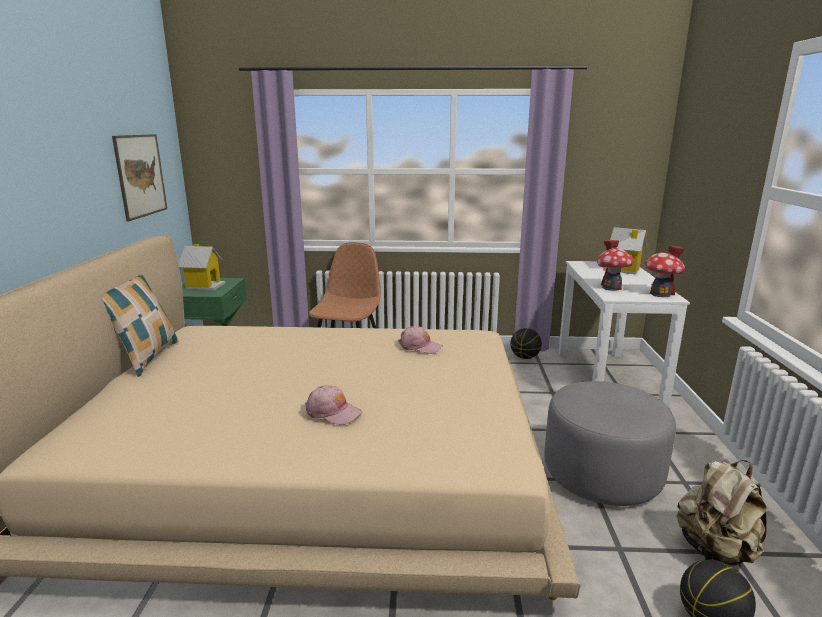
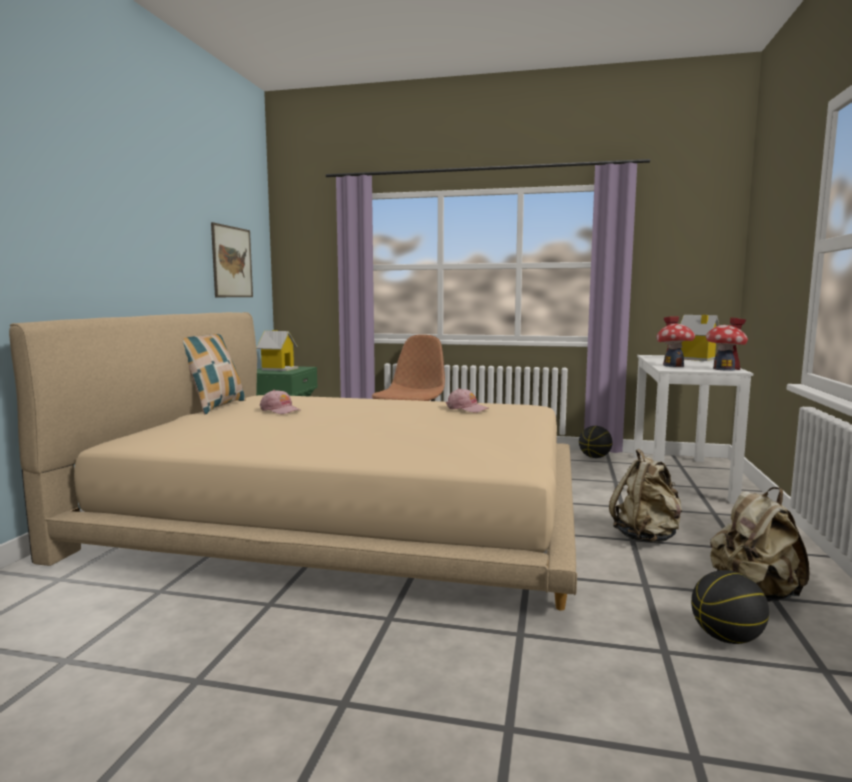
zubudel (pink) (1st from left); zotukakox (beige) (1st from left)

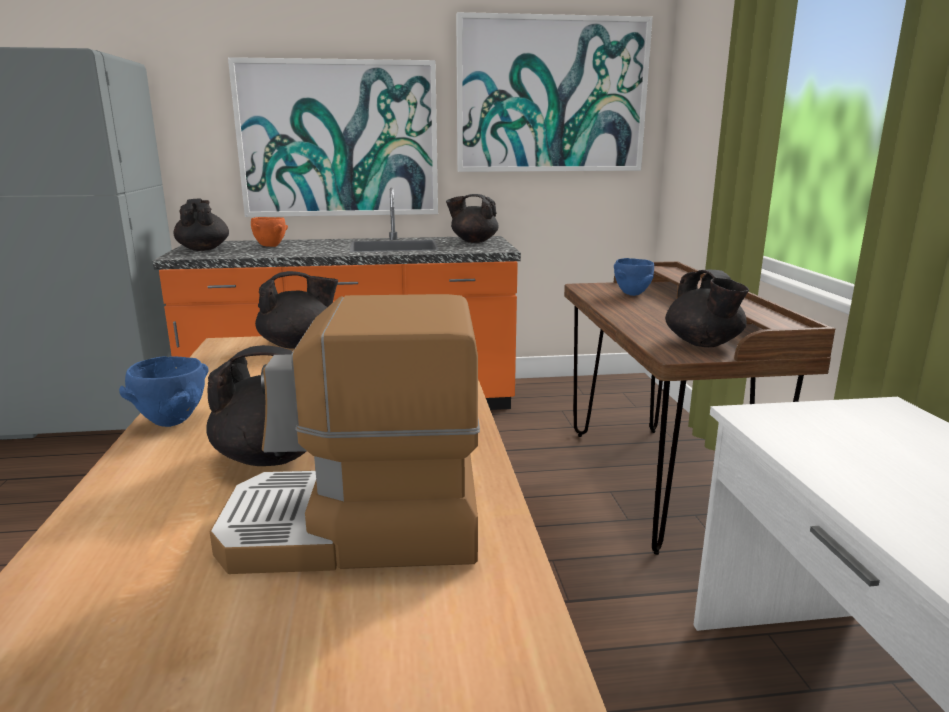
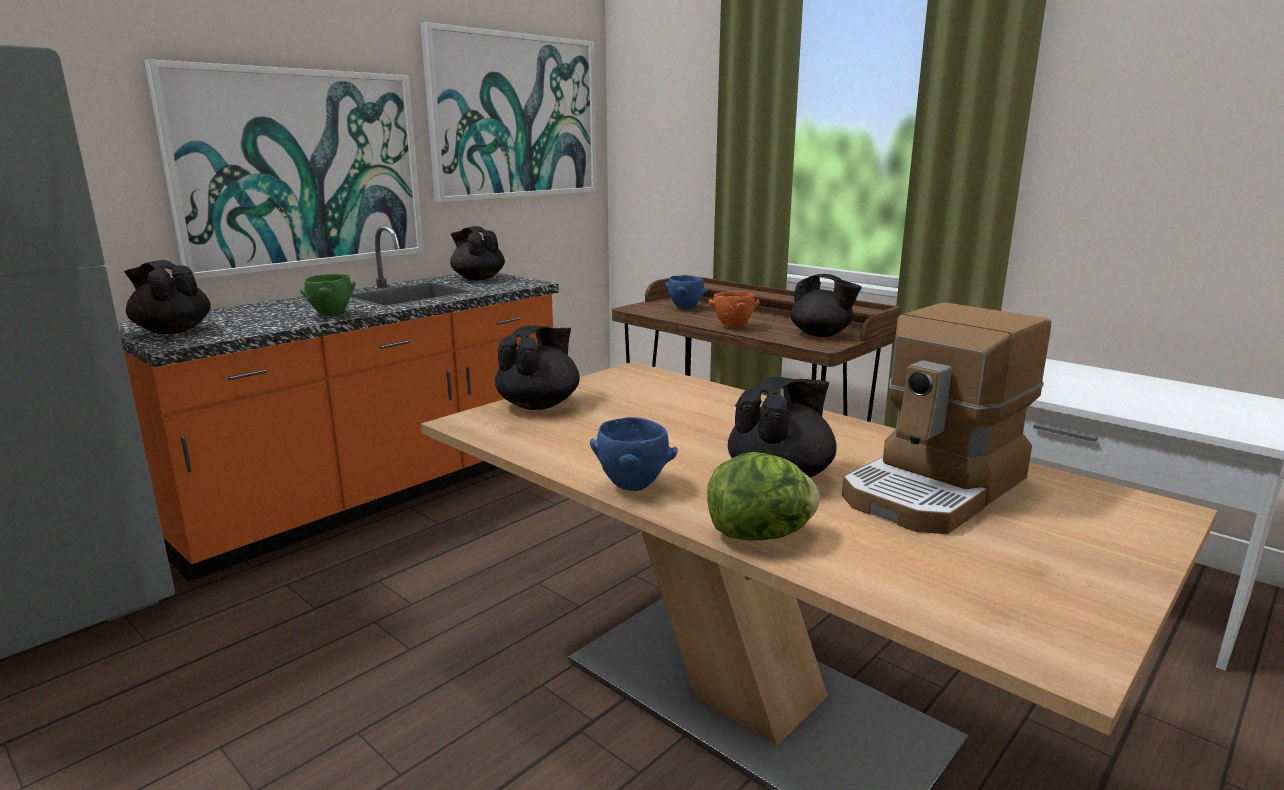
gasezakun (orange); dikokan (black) (2nd from left); gasezakun (green); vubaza

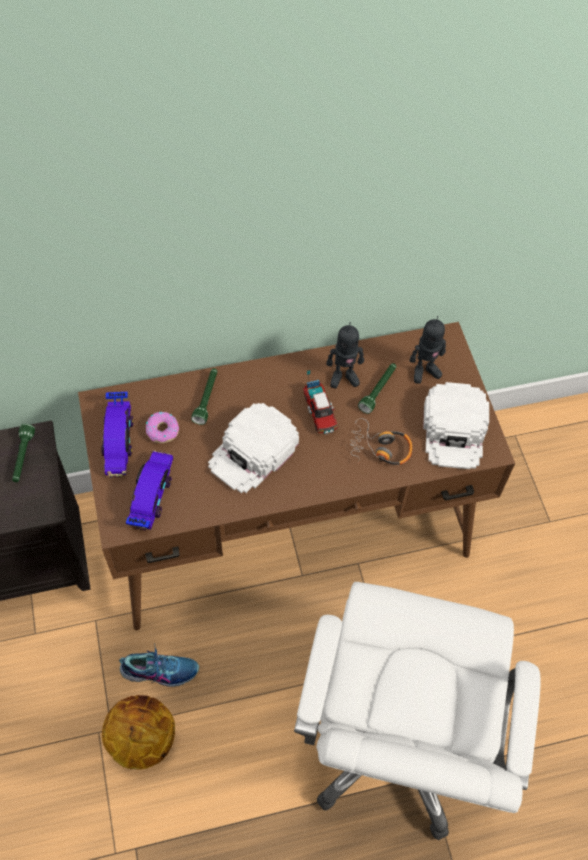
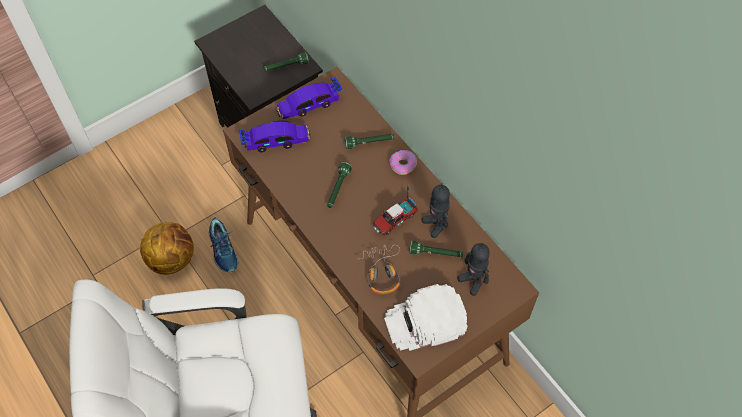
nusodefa; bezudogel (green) (2nd from left)

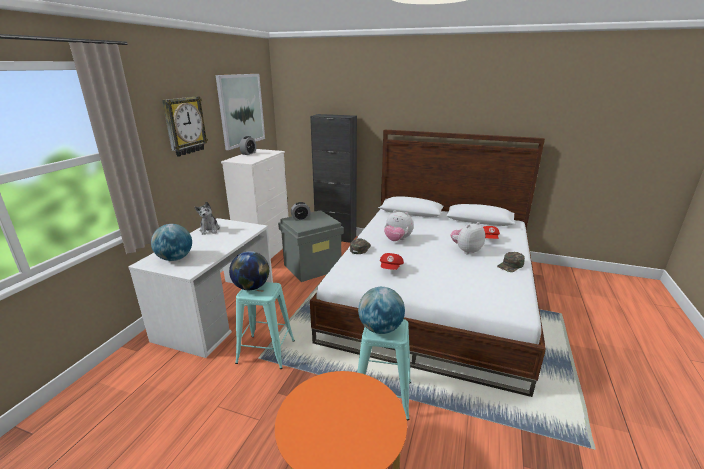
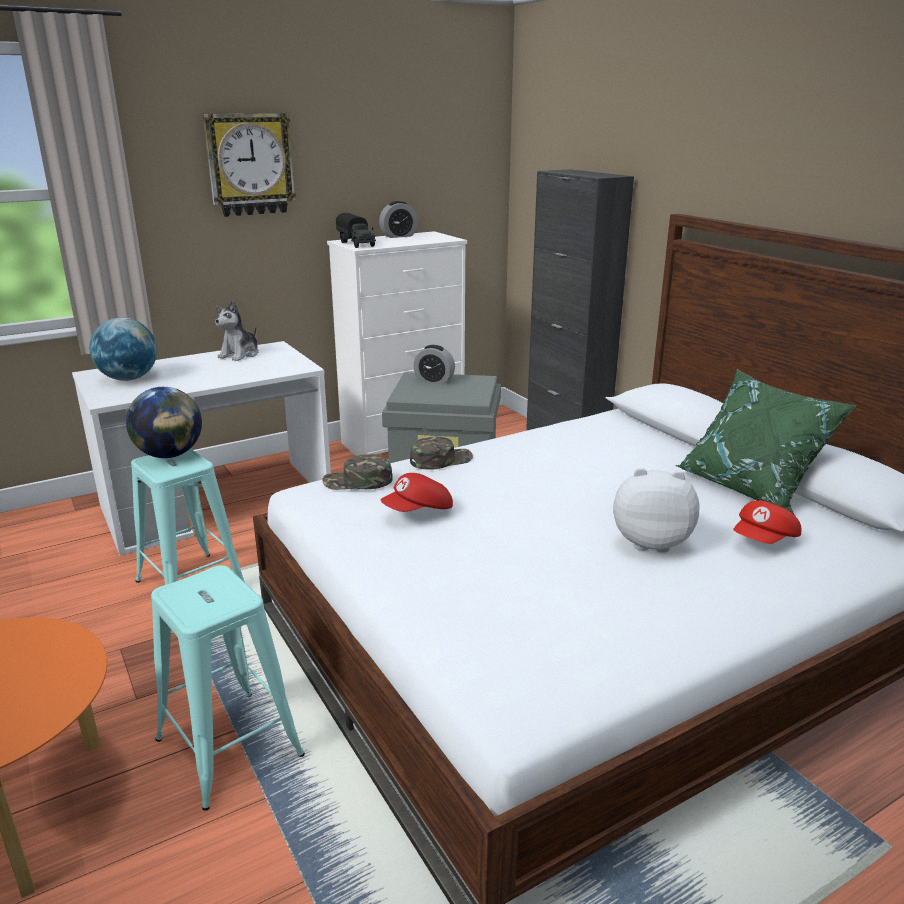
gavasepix; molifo (3rd from left in the first image); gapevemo (2nd from left in the first image); zubudel (green) (1st from left); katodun; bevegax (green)

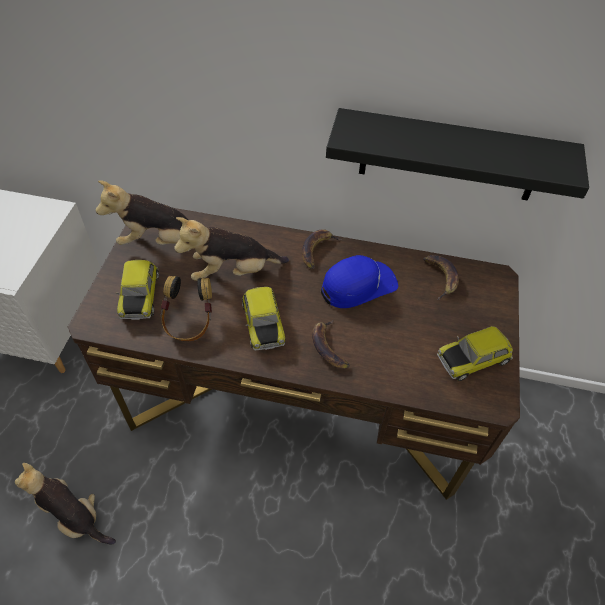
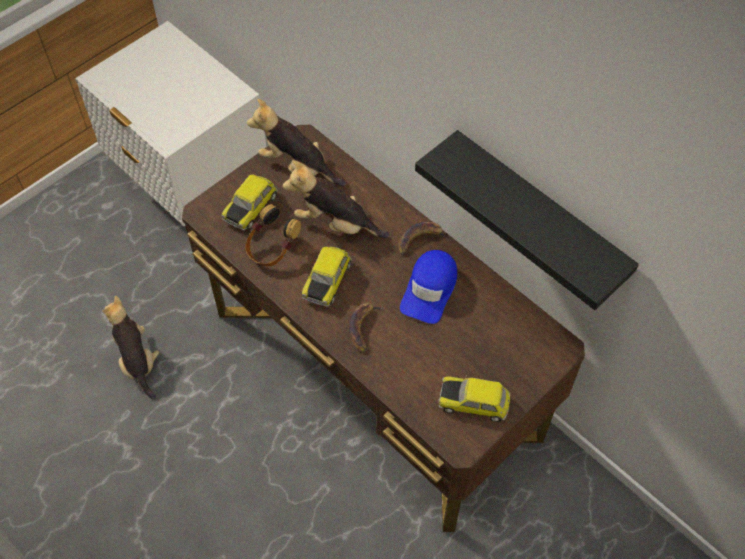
zubudel (blue); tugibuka (3rd from left in the first image)

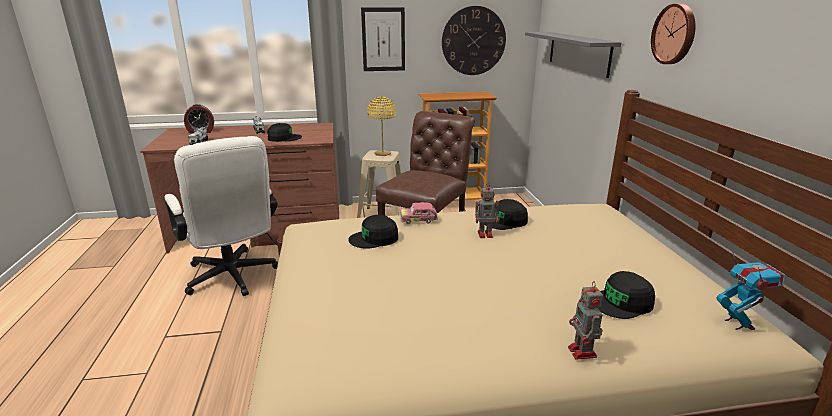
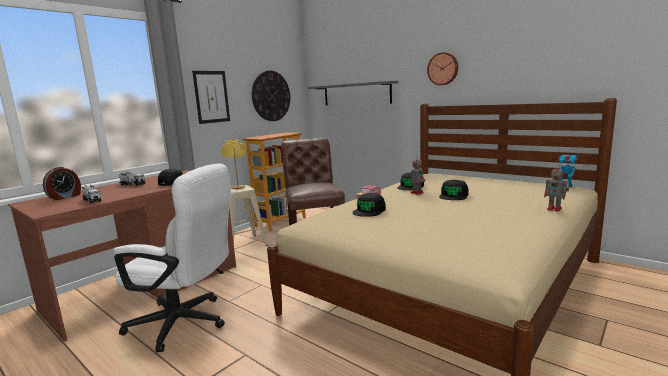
zubudel (black) (4th from left)

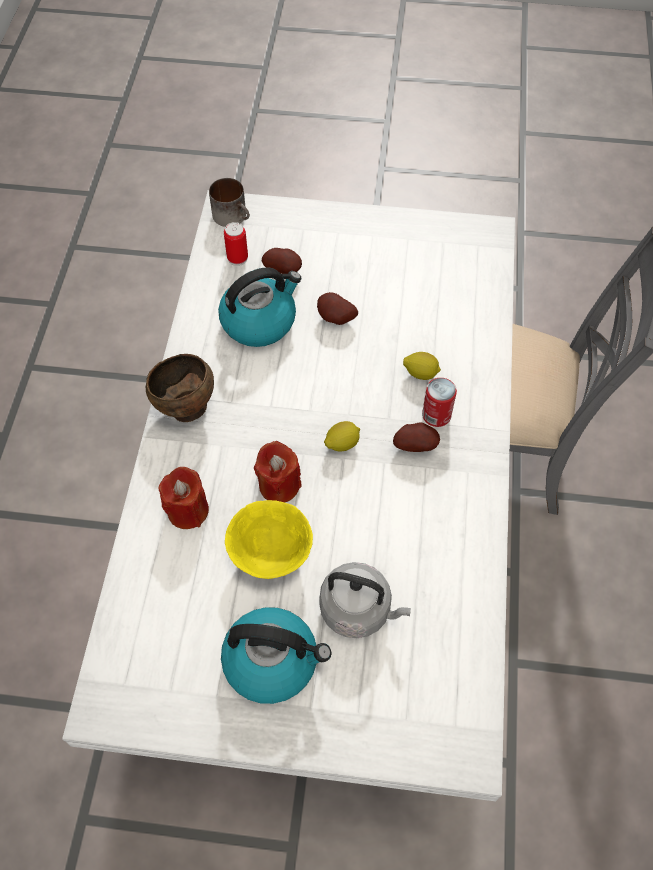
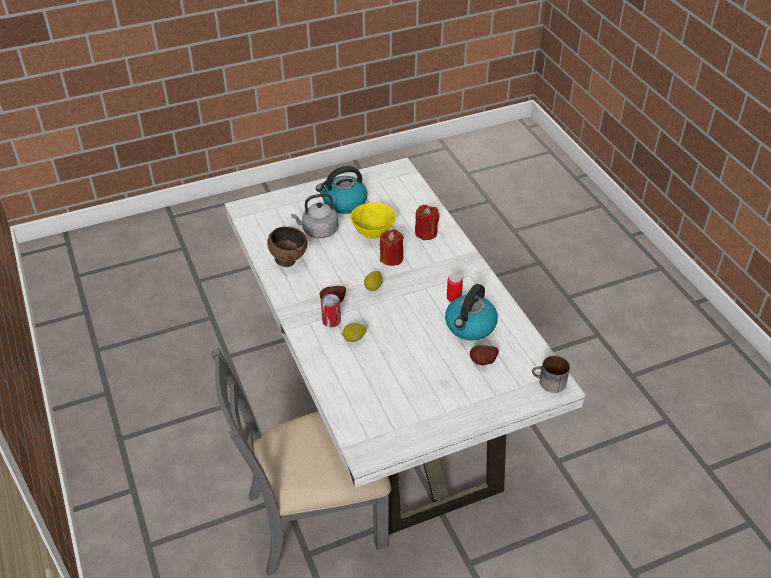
gasezakun (brown); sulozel (2nd from left); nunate (2nd from left in the first image)

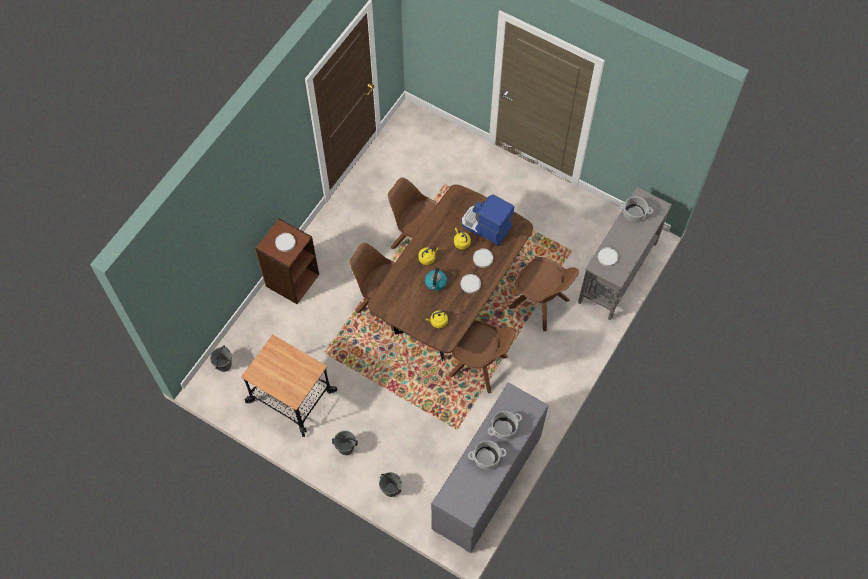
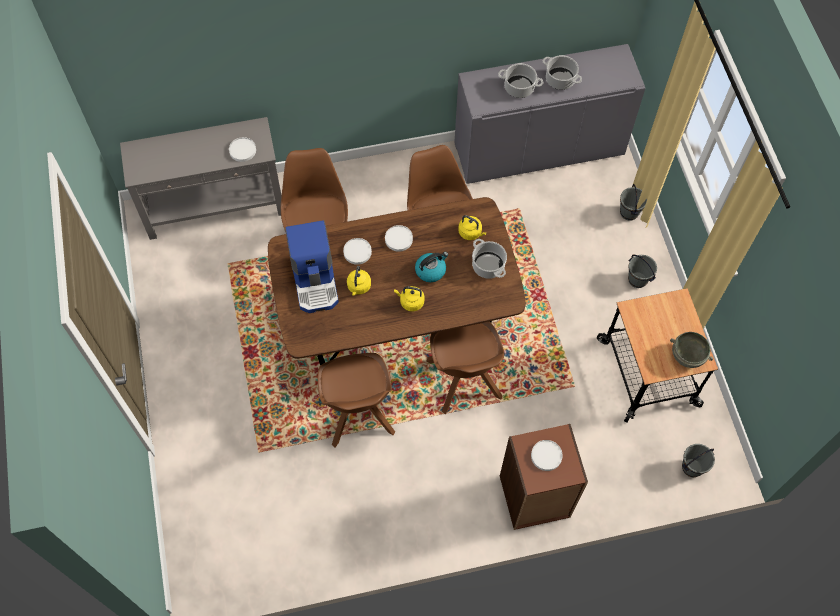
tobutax (1st from left); gasezakun (grey)

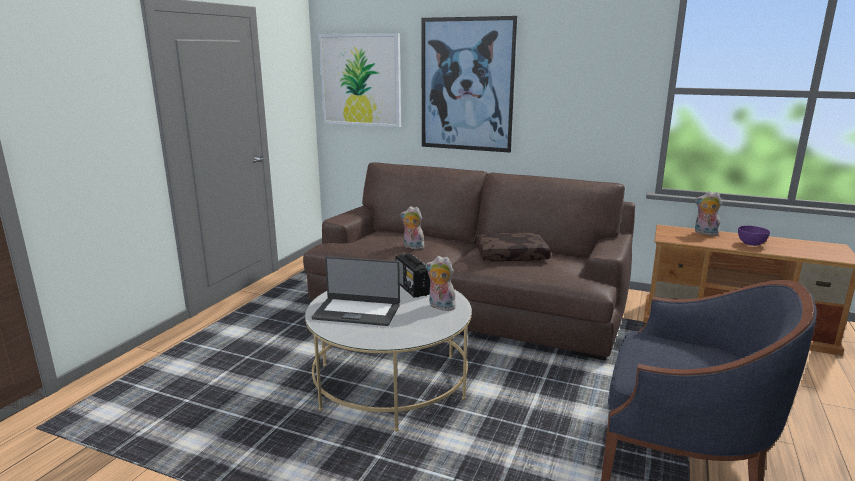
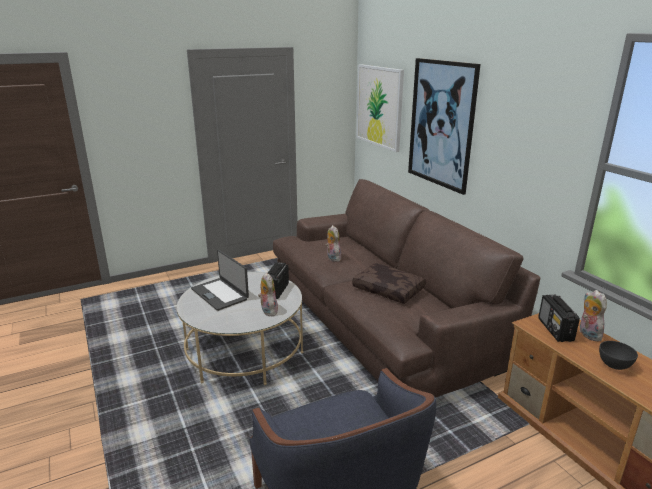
gasezakun (grey); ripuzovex (2nd from left)

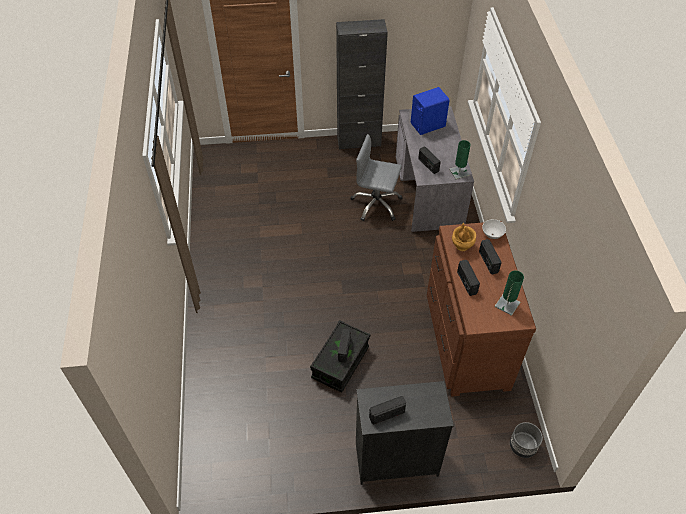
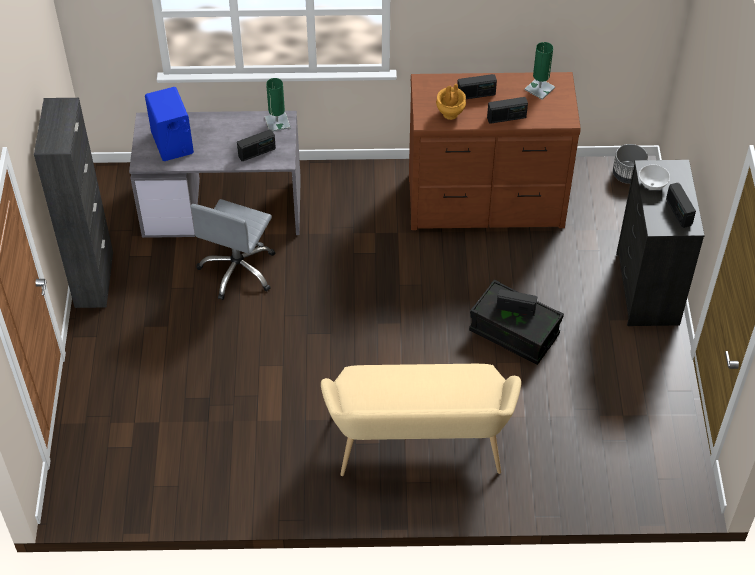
gasezakun (white); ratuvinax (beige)

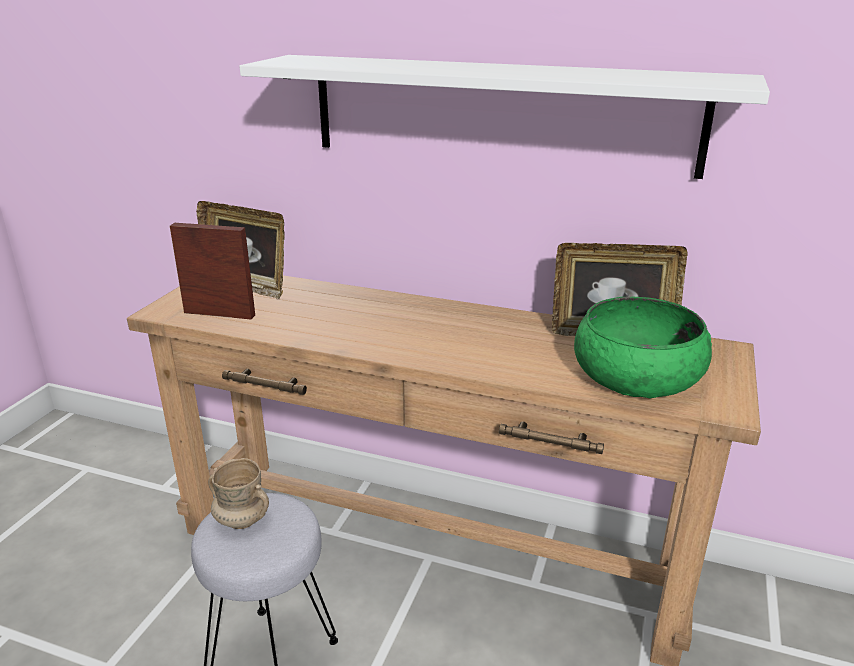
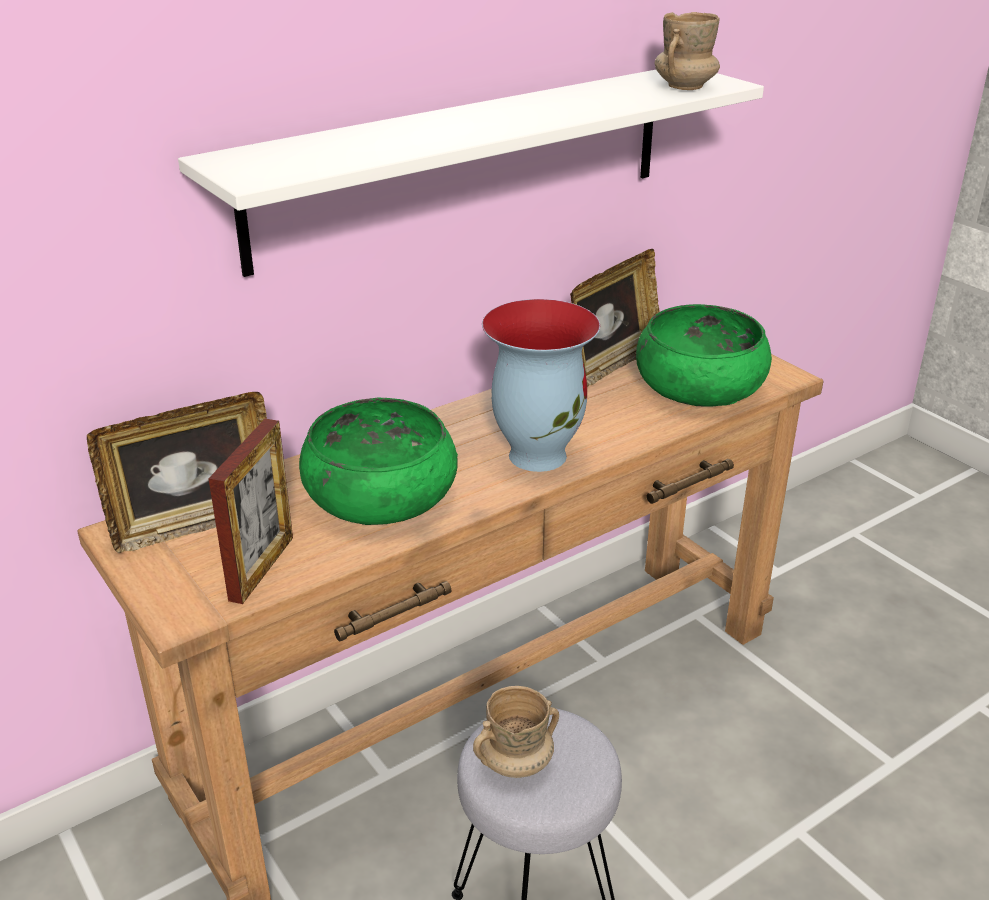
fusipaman (2nd from left); gasezakun (green) (1st from left); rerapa; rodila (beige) (2nd from left)

